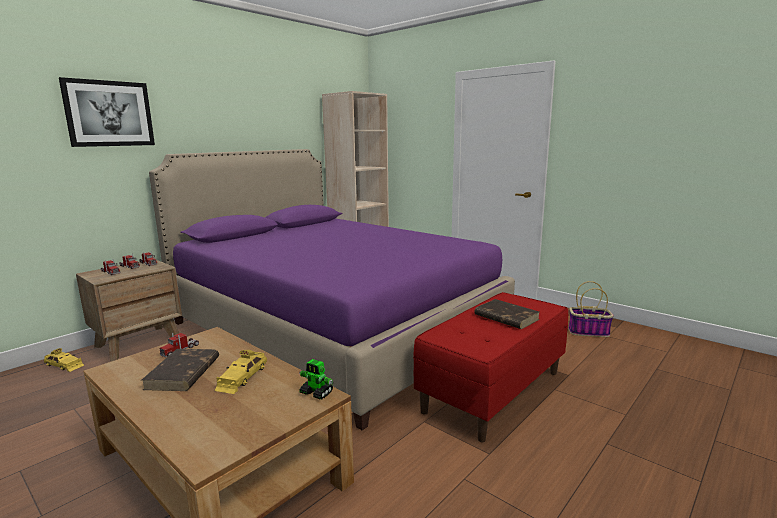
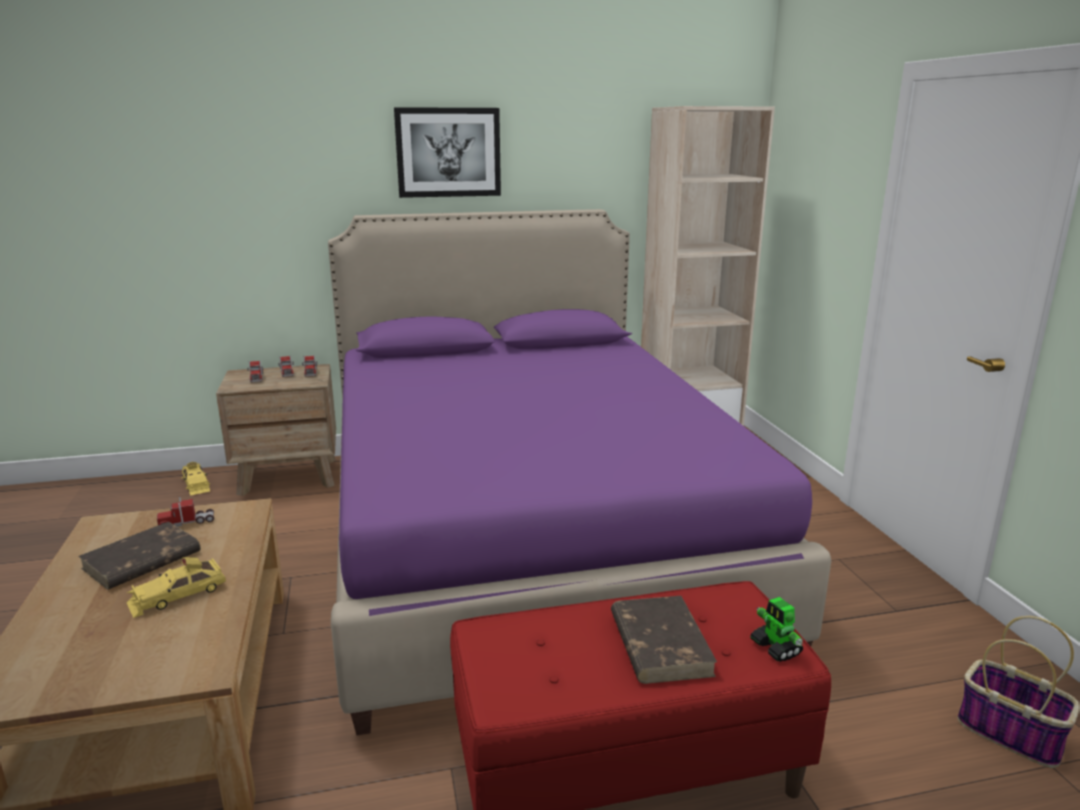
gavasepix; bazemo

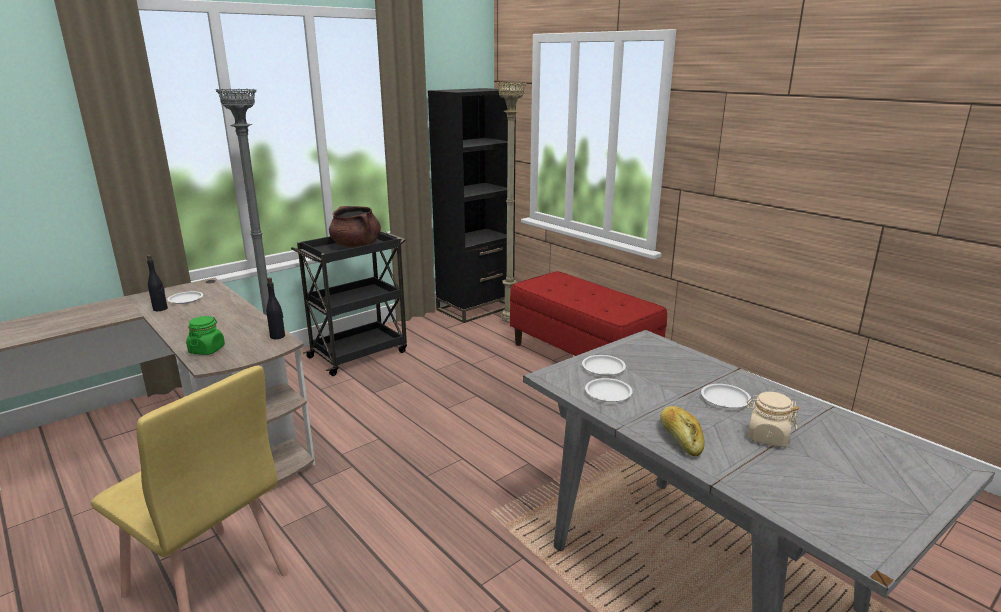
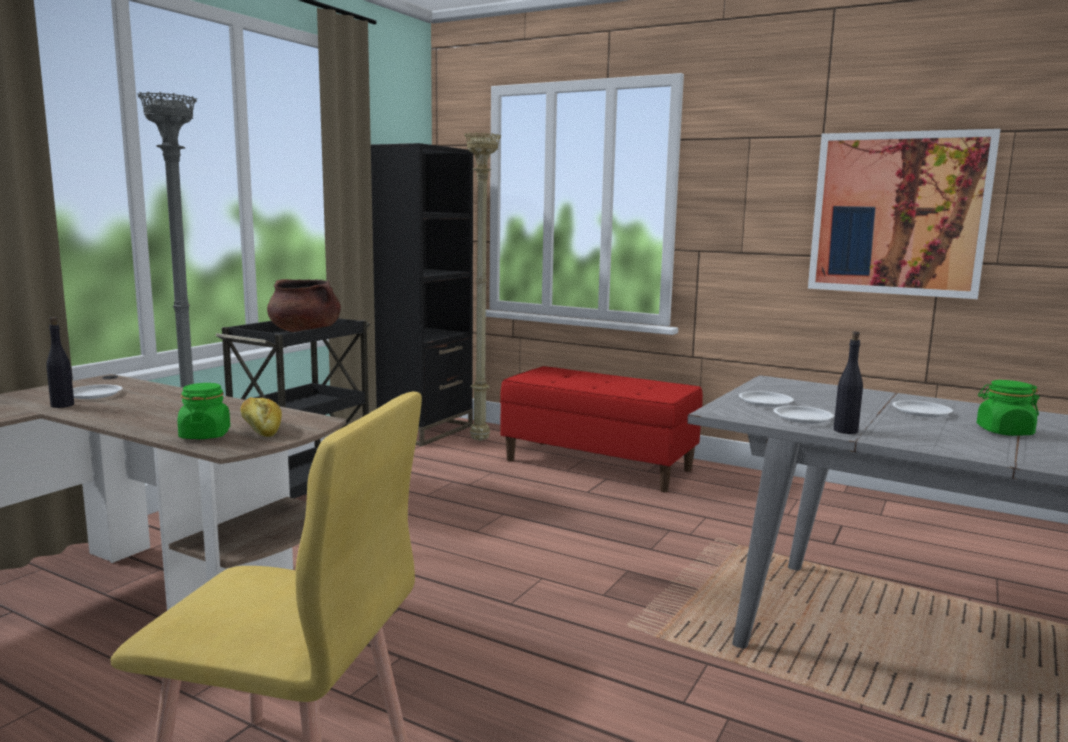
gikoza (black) (2nd from left); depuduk; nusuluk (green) (2nd from left); gavasepix

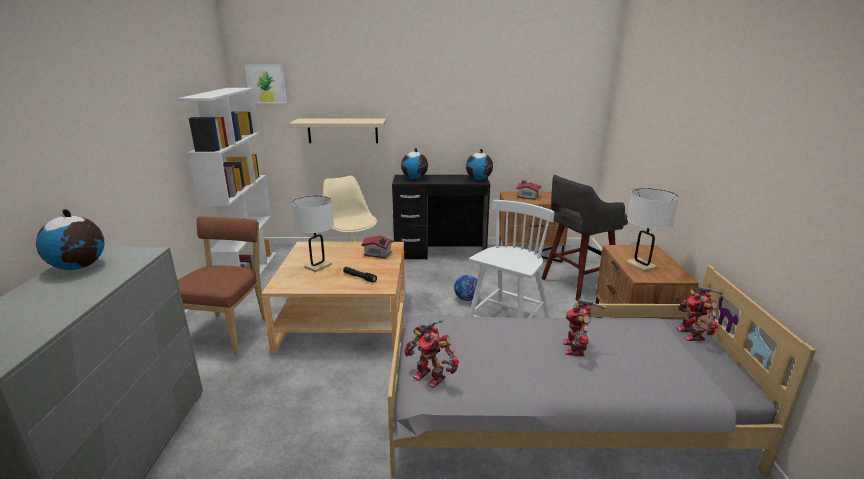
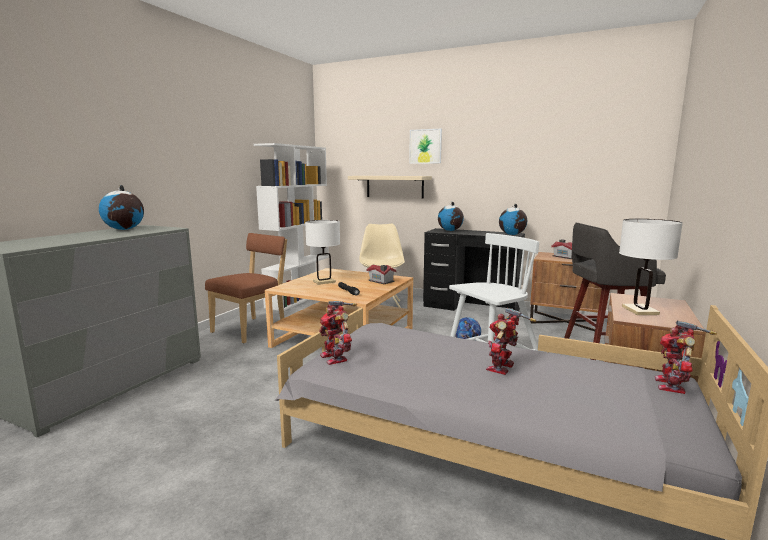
gavasepix

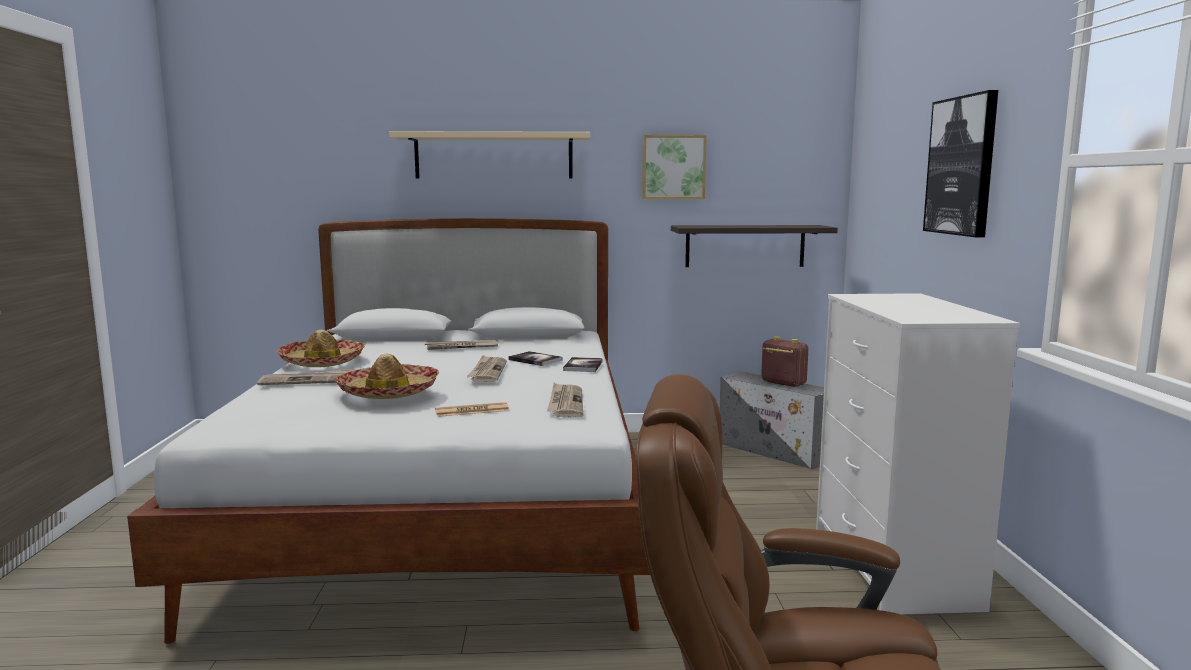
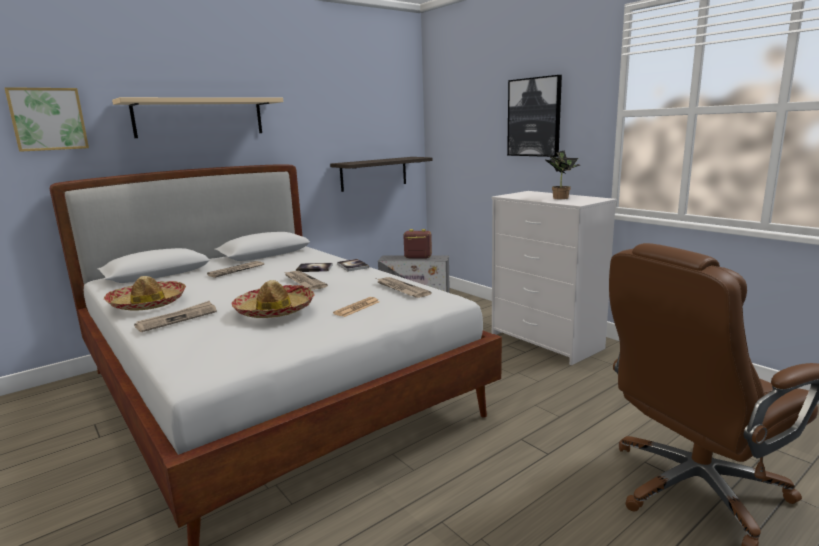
gavasepix (1st from left); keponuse

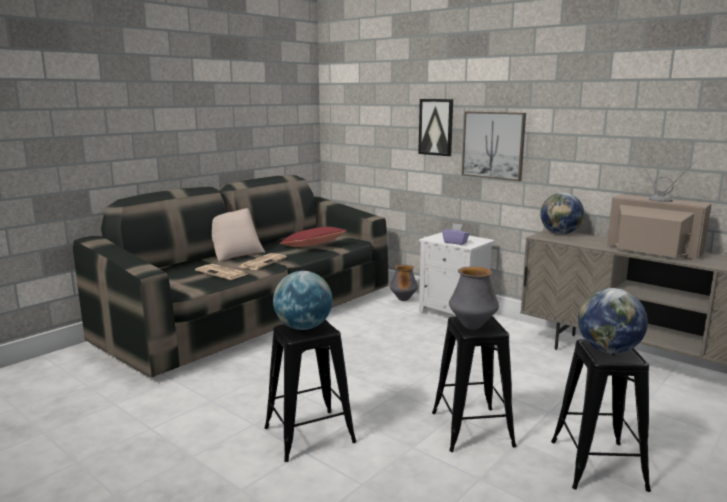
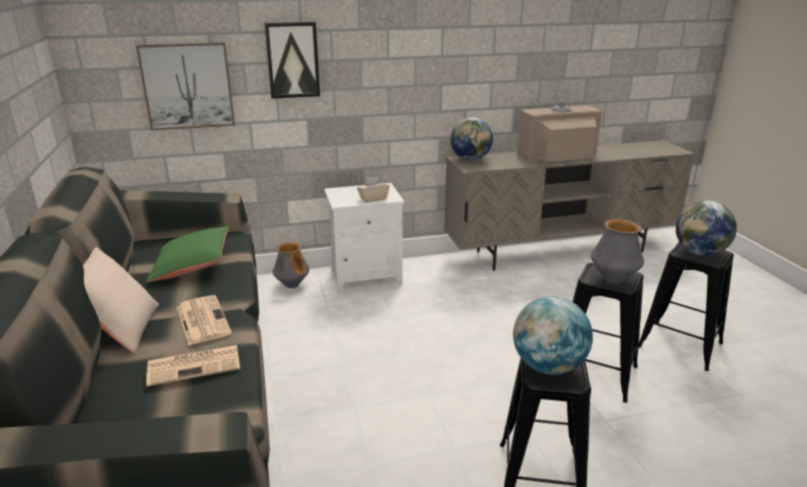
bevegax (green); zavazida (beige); gavasepix (1st from left)

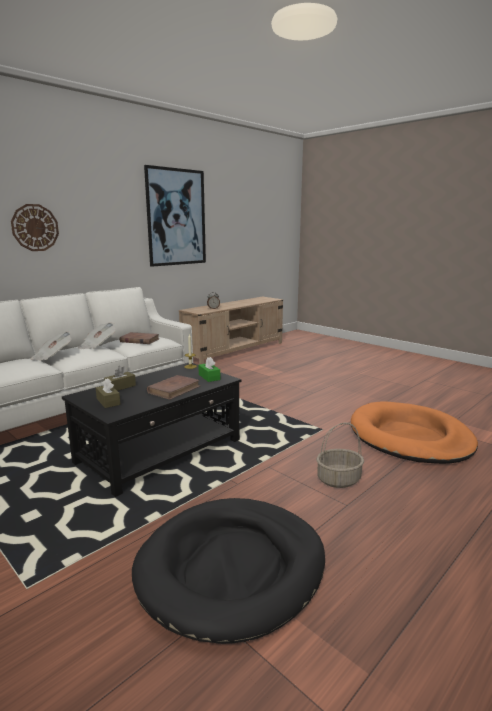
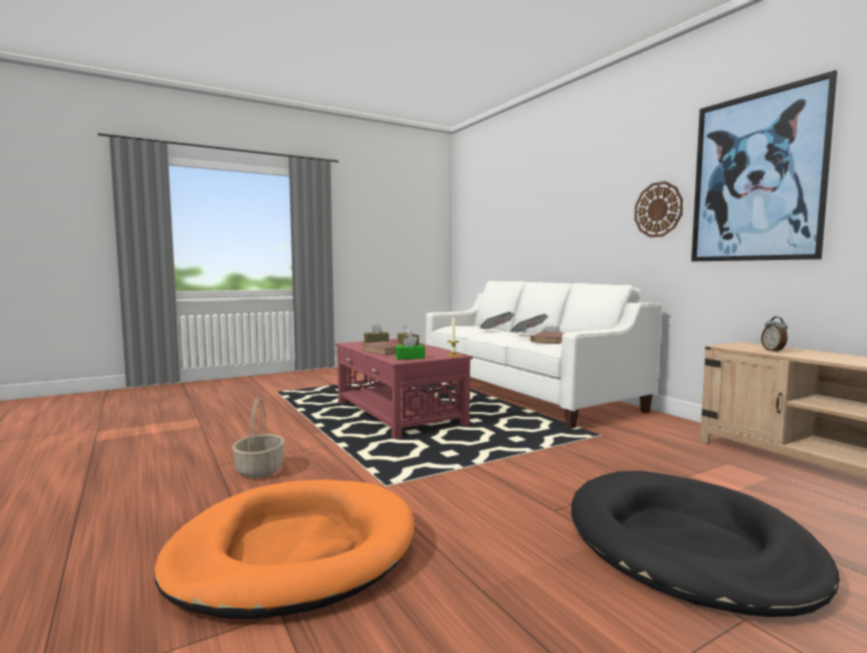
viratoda; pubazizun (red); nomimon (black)

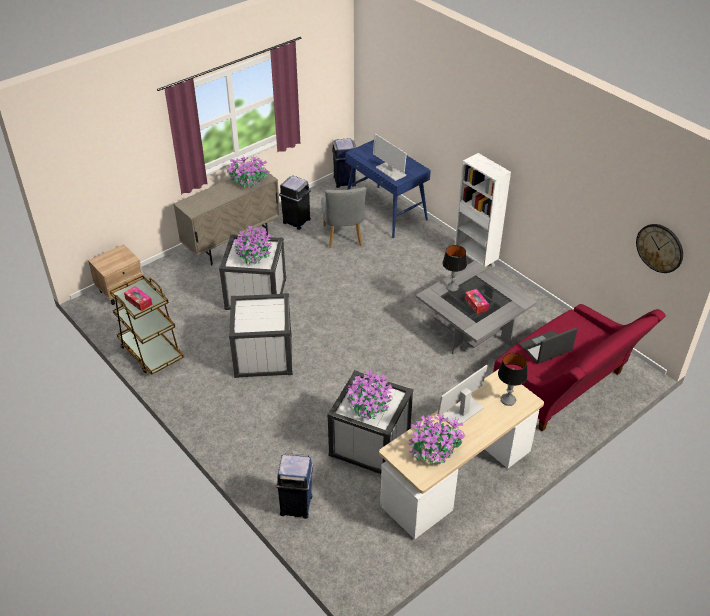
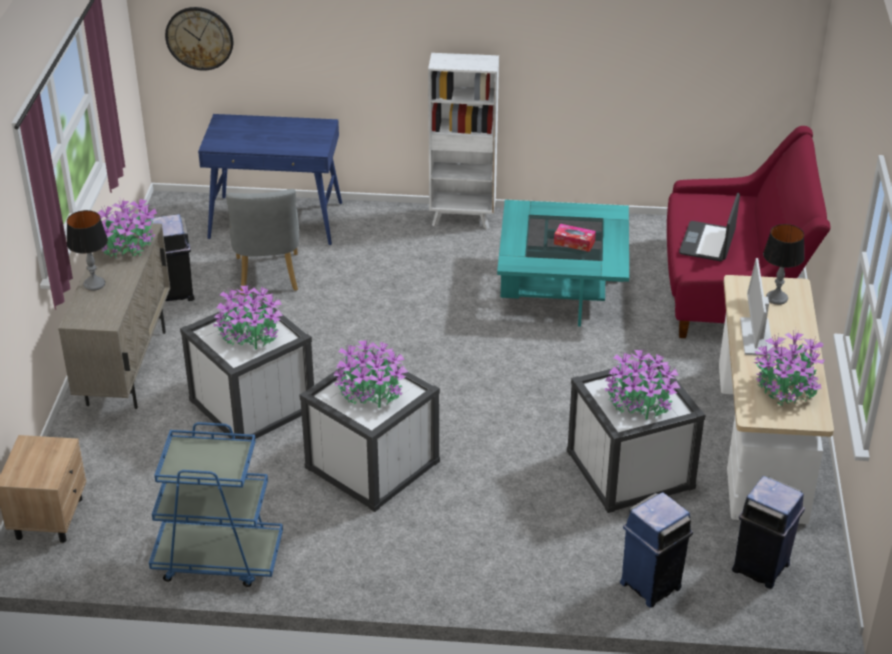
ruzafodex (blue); zavazida (1st from left in the first image); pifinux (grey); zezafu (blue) (2nd from left); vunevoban (1st from left in the first image); pubazizun (turquoise); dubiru (1st from left); viratoda; keponuse (3rd from left)

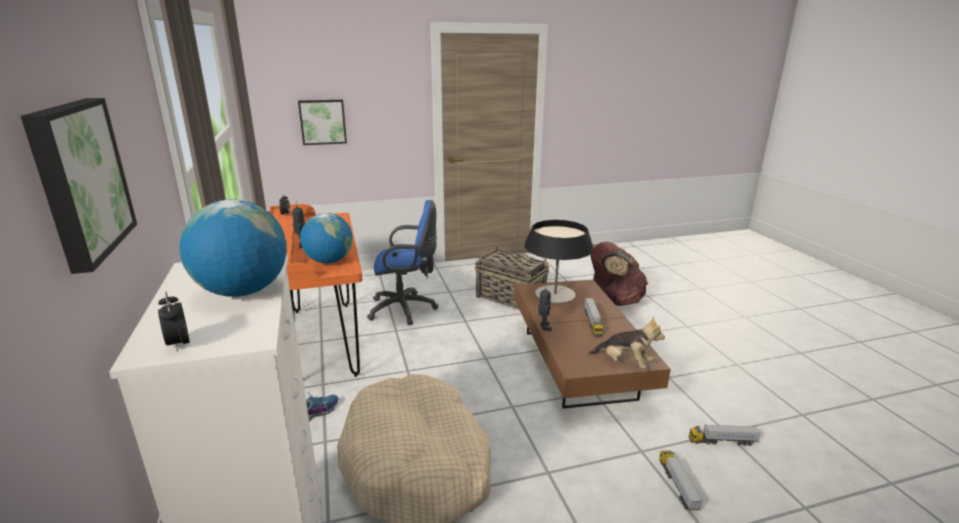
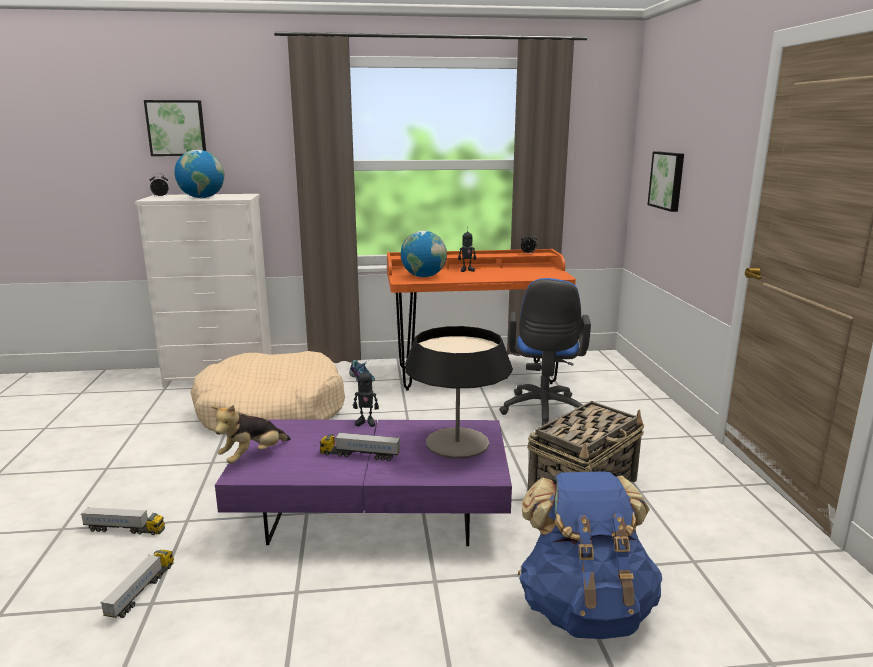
pubazizun (purple); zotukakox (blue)

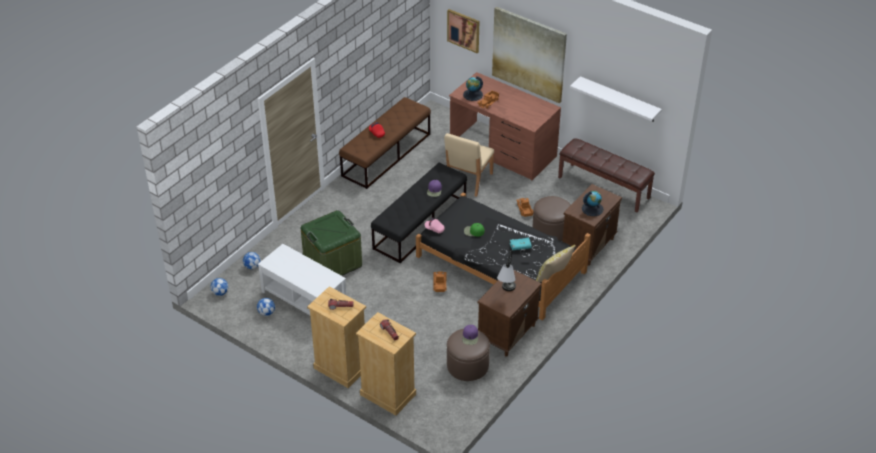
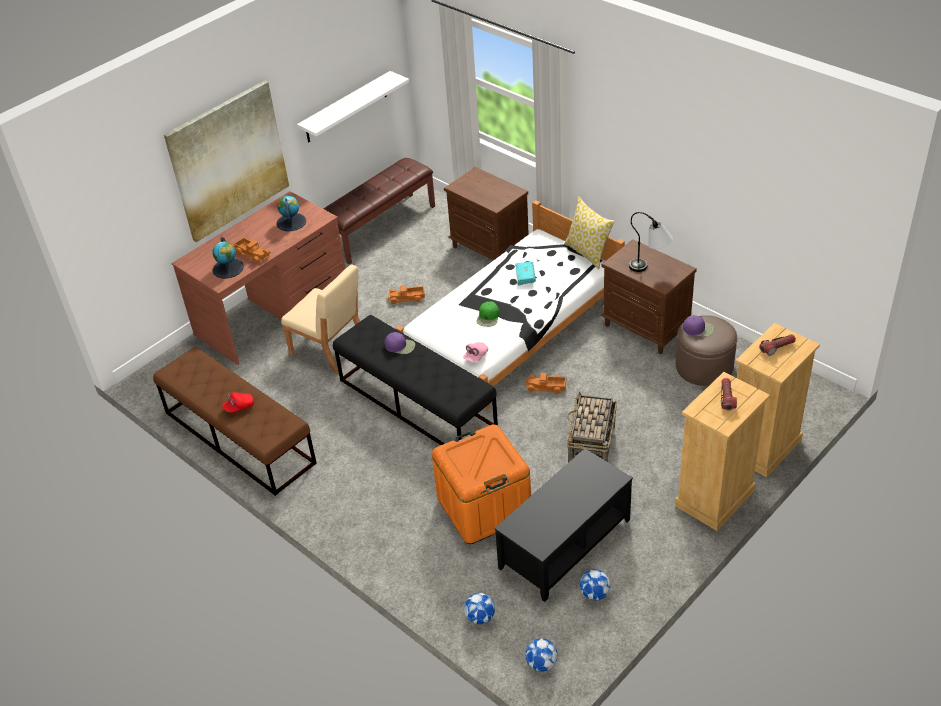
pubazizun (black); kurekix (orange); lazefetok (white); gavasepix (1st from left in the first image); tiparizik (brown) (2nd from left in the first image); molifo (2nd from left); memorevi

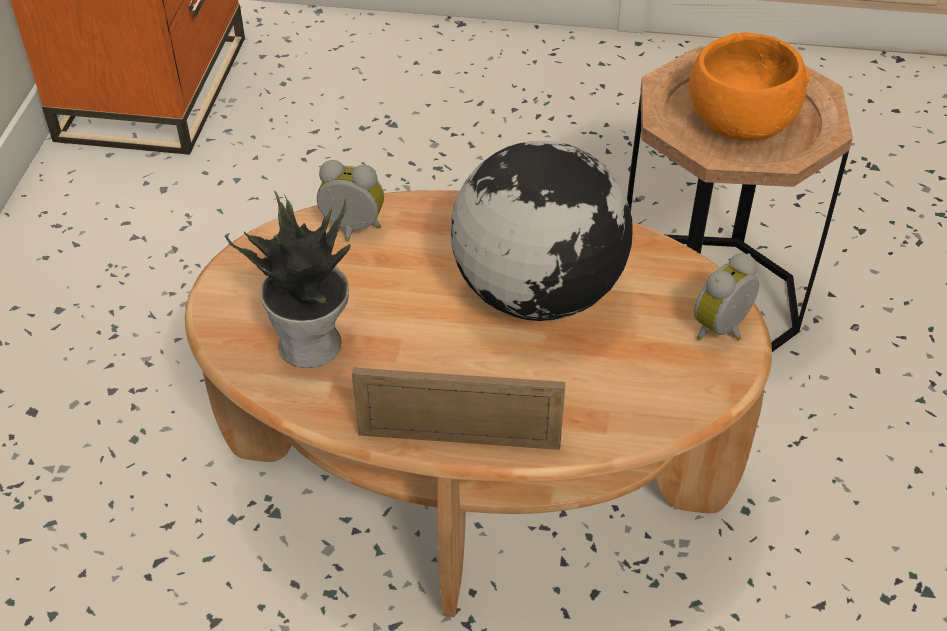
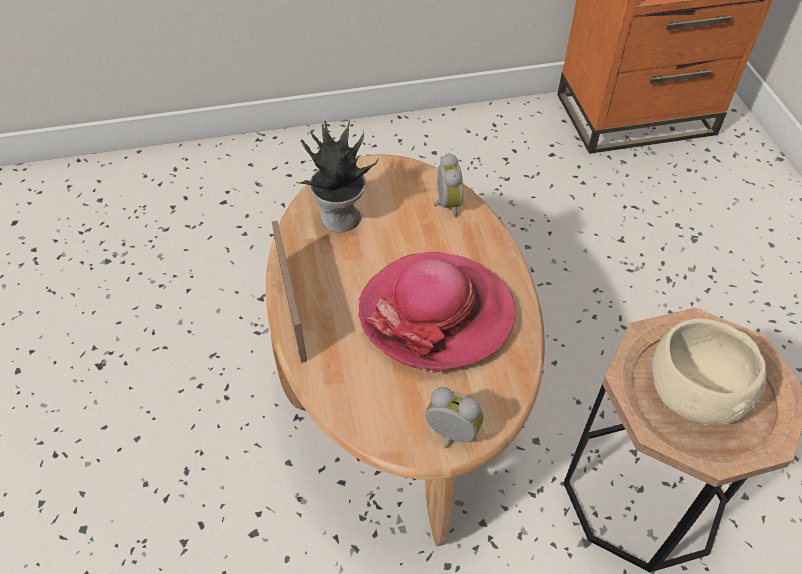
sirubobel; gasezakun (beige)

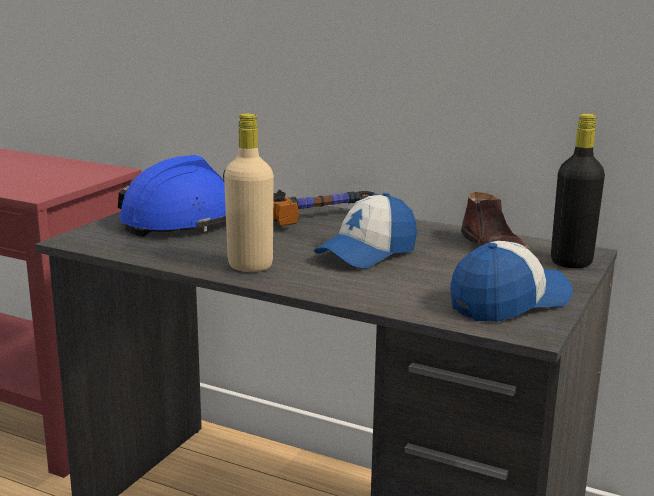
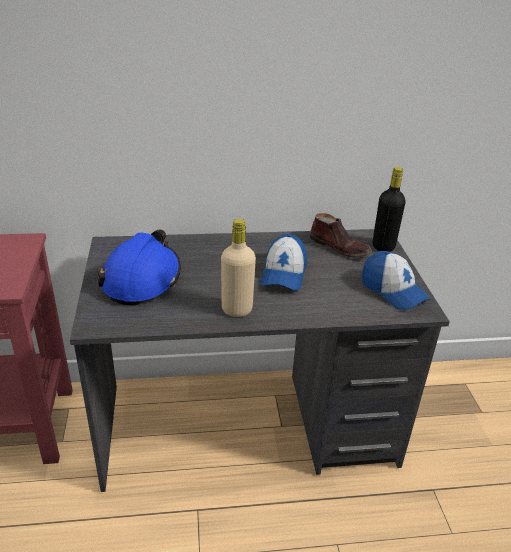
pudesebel; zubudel (2nd from left)

